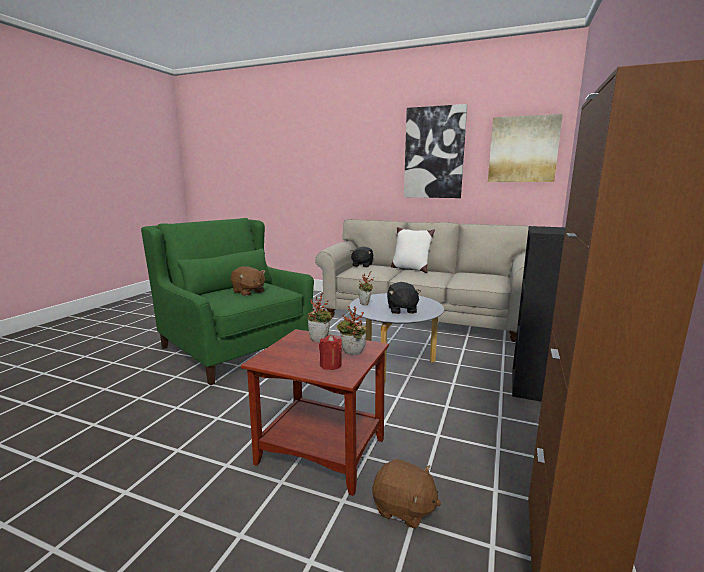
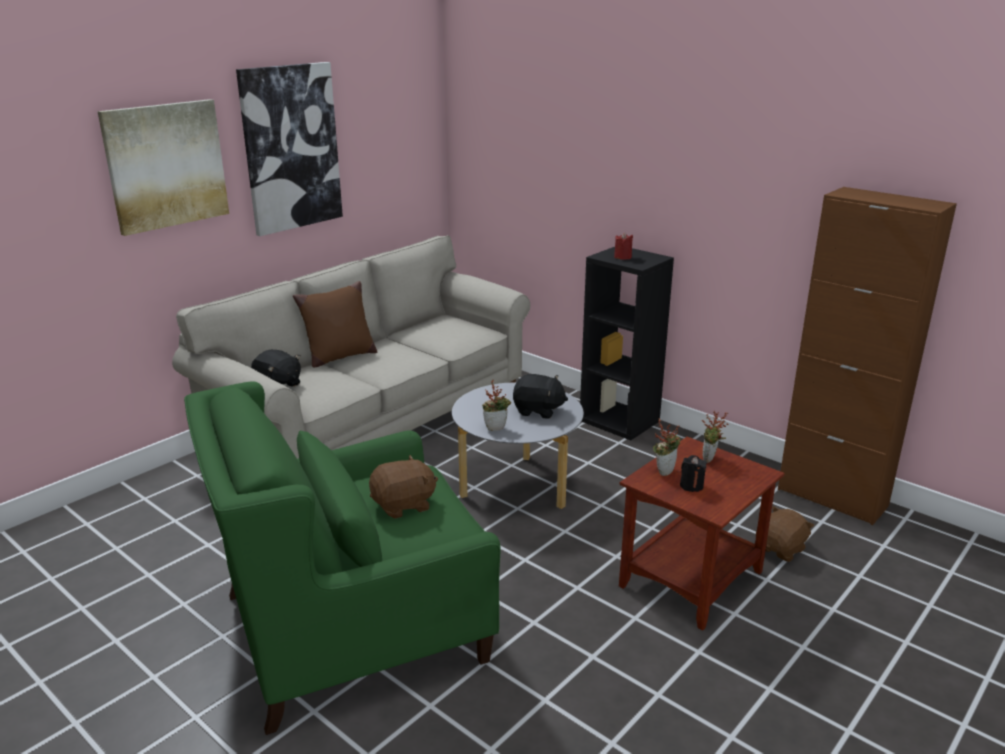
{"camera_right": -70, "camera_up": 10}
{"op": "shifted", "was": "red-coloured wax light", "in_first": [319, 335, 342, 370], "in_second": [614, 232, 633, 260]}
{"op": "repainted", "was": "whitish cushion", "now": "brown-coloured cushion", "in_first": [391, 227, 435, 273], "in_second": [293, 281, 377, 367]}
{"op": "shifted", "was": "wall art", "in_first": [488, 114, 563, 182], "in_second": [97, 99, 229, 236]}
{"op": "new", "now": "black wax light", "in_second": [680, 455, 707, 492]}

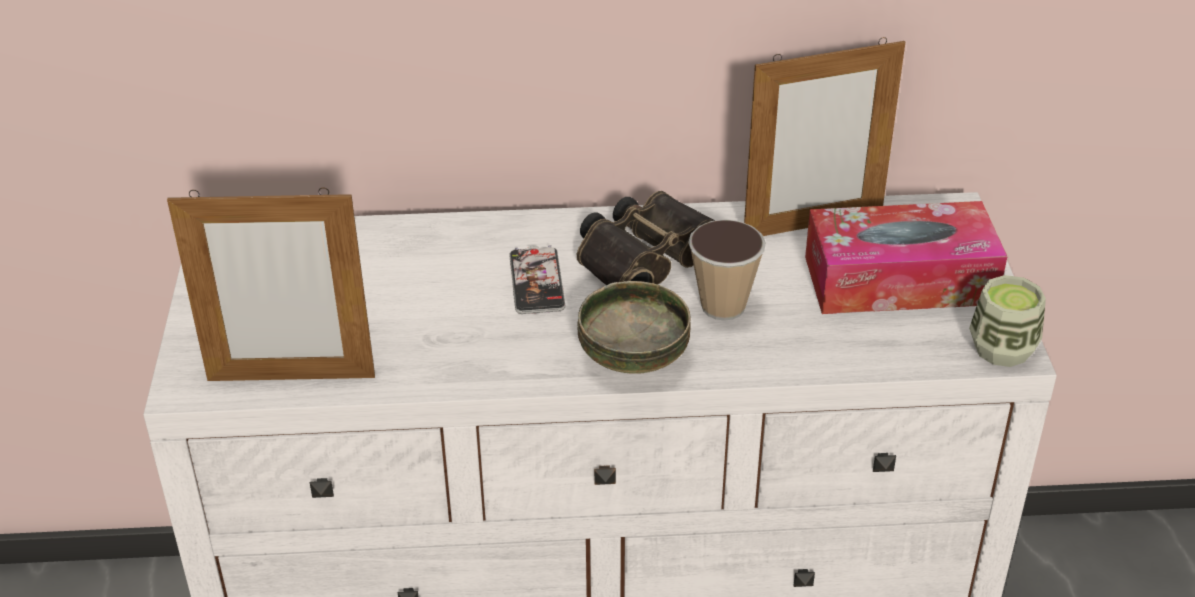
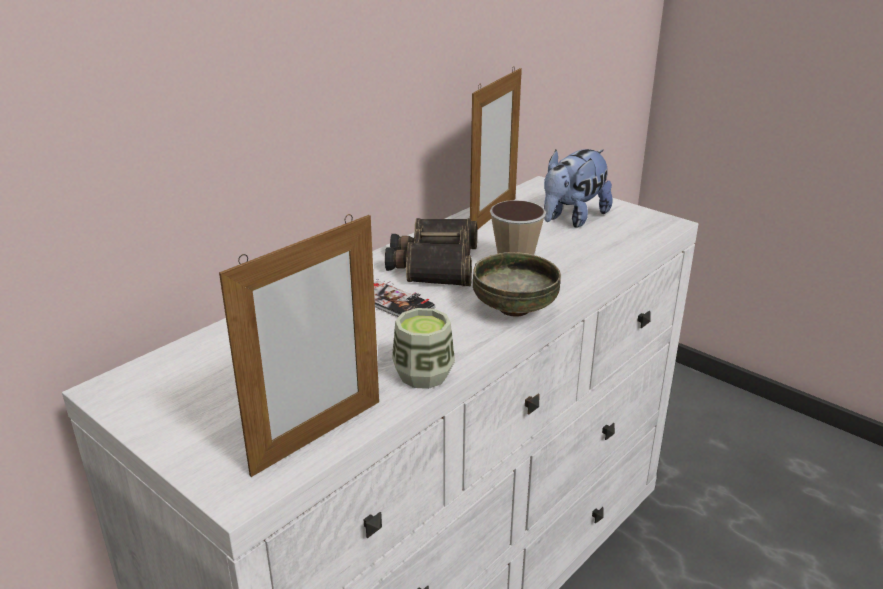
{"camera_right": -45, "camera_up": -10}
{"op": "swapped", "was": "tissue holder", "now": "soft toy", "in_first": [805, 201, 1008, 314], "in_second": [544, 149, 612, 228]}
{"op": "shifted", "was": "drinking cup", "in_first": [969, 275, 1046, 367], "in_second": [392, 308, 455, 389]}

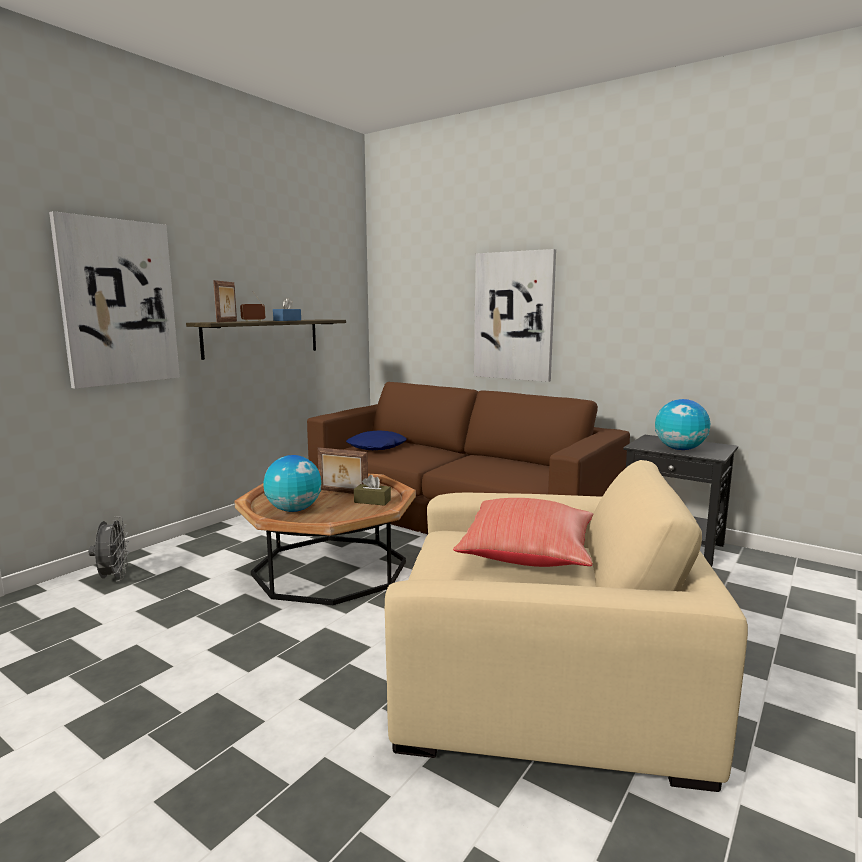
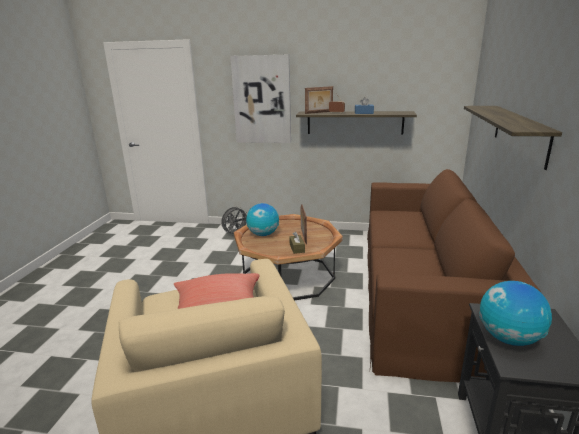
{"camera_right": 65, "camera_up": 10}
{"op": "gone", "was": "blue-coloured cushion", "in_first": [346, 430, 407, 450]}
{"op": "swapped", "was": "wall art", "now": "shelf", "in_first": [474, 249, 556, 382], "in_second": [464, 106, 562, 170]}

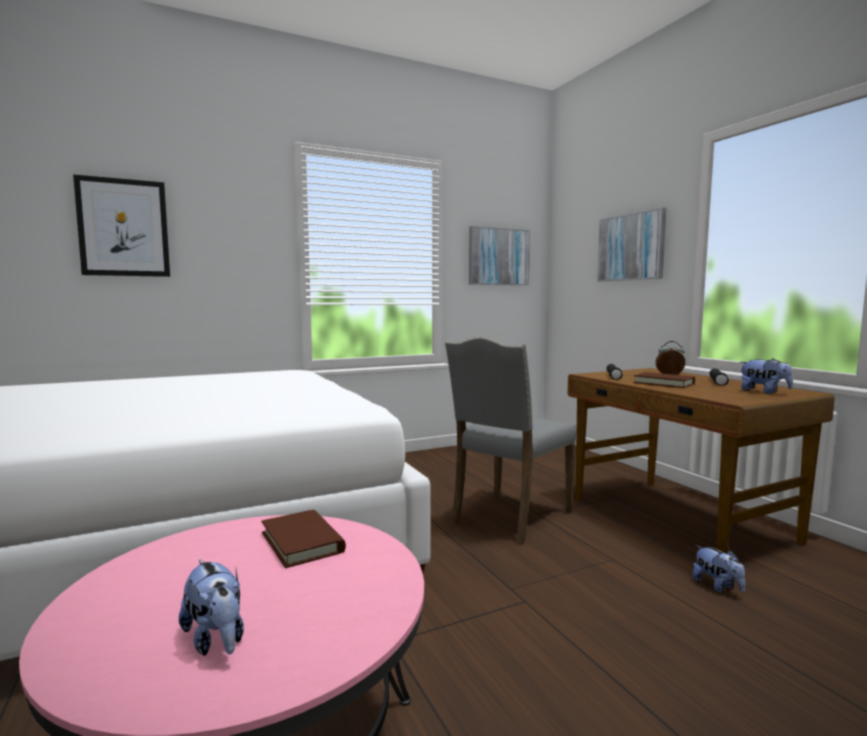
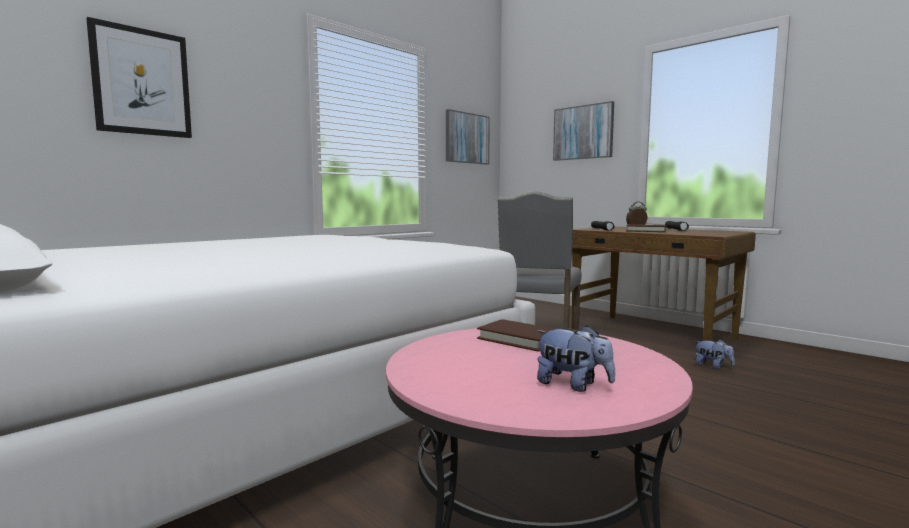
{"camera_right": -20, "camera_up": 0}
{"op": "gone", "was": "soft toy", "in_first": [740, 358, 793, 394]}

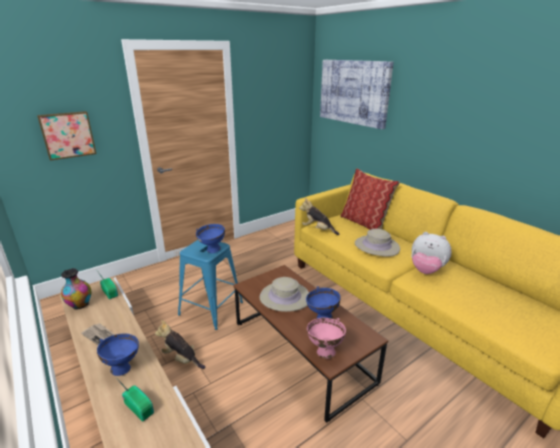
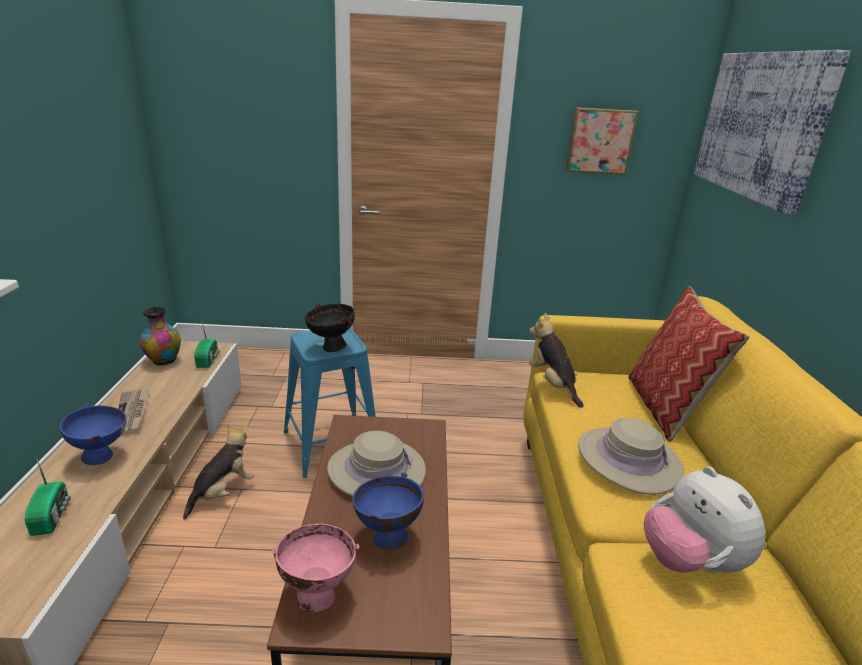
{"camera_right": 35, "camera_up": 0}
{"op": "shifted", "was": "wall art", "in_first": [37, 111, 97, 161], "in_second": [566, 107, 639, 175]}
{"op": "rotated", "was": "soft toy", "in_first": [155, 320, 206, 369], "in_second": [183, 424, 254, 520], "clockwise": 60}
{"op": "repainted", "was": "blue-coloured serving bowl", "now": "black serving bowl", "in_first": [196, 224, 225, 253], "in_second": [304, 304, 355, 352]}

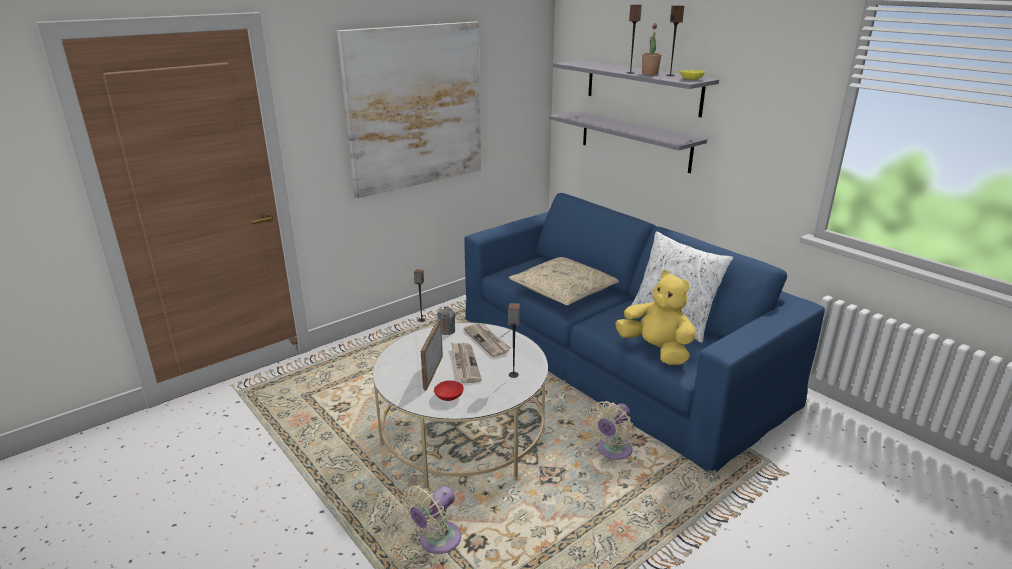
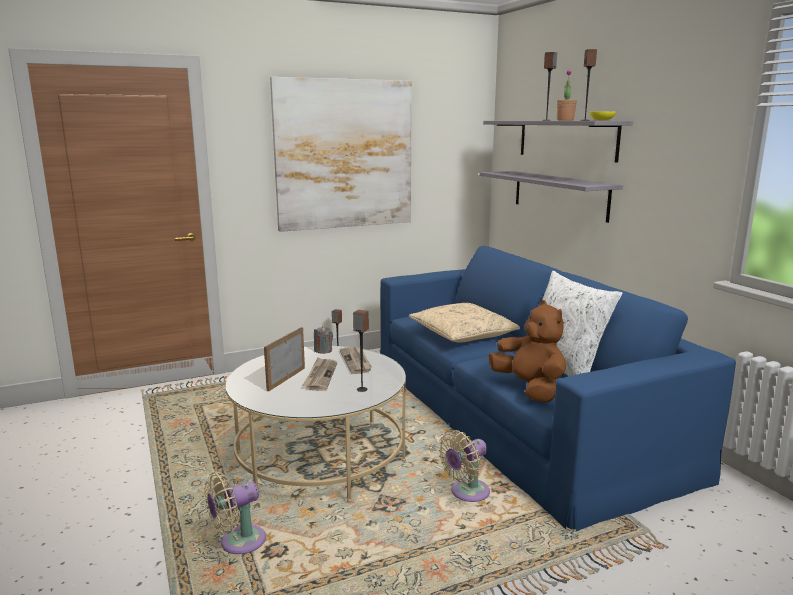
{"camera_right": 15, "camera_up": -10}
{"op": "gone", "was": "red-coloured serving bowl", "in_first": [434, 380, 464, 401]}
{"op": "repainted", "was": "yellow soft toy", "now": "brown-coloured soft toy", "in_first": [615, 270, 696, 365], "in_second": [488, 300, 566, 402]}

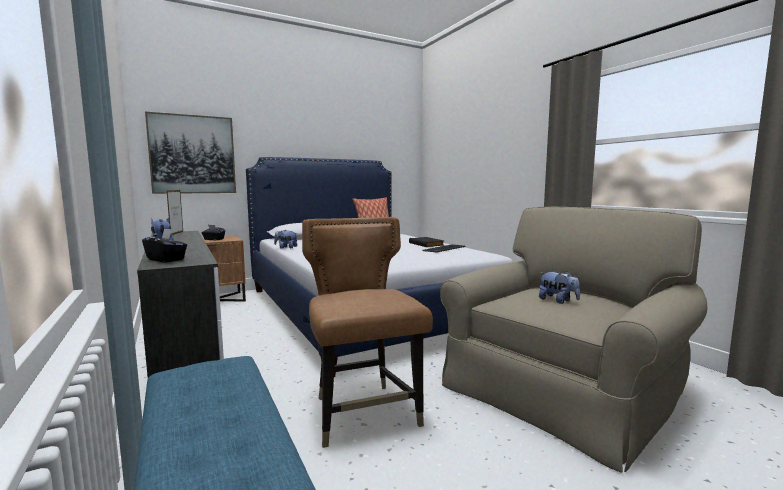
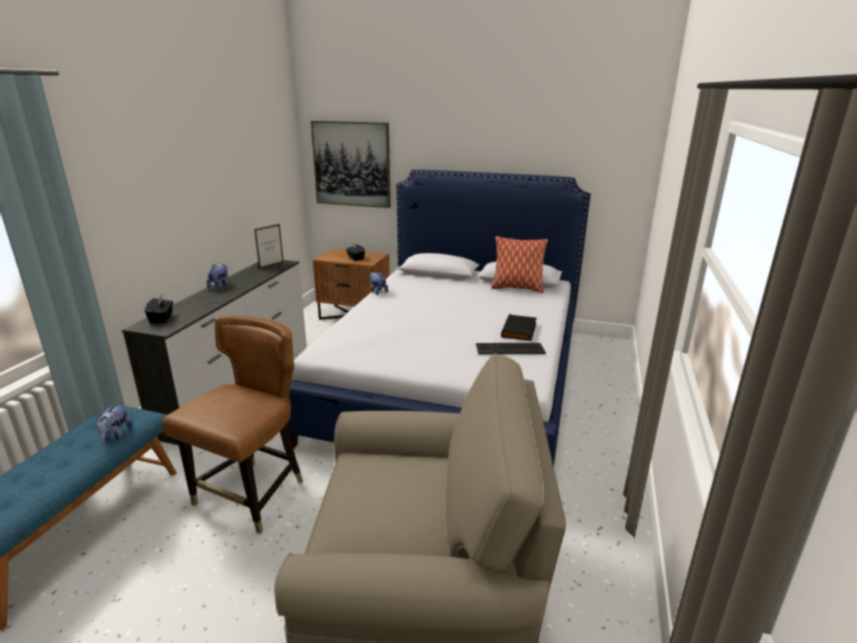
{"camera_right": 45, "camera_up": 15}
{"op": "shifted", "was": "soft toy", "in_first": [539, 271, 580, 304], "in_second": [97, 403, 133, 443]}

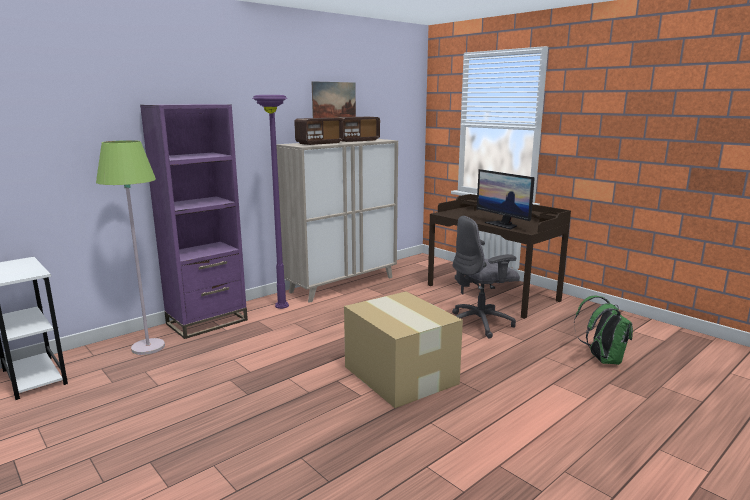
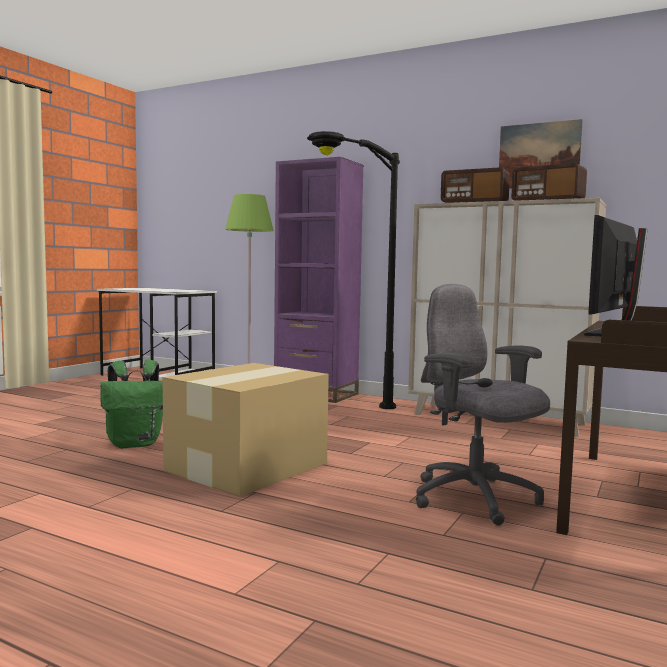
{"camera_right": 70, "camera_up": -10}
{"op": "repainted", "was": "purple-coloured standing lamp", "now": "black standing lamp", "in_first": [252, 95, 289, 309], "in_second": [307, 131, 400, 409]}
{"op": "shifted", "was": "greenish knapsack", "in_first": [574, 296, 633, 365], "in_second": [100, 360, 163, 448]}

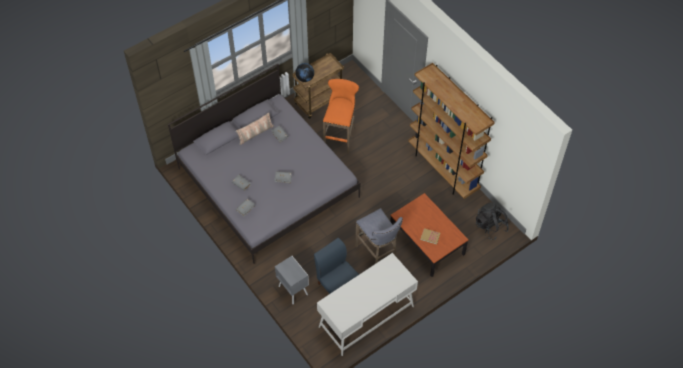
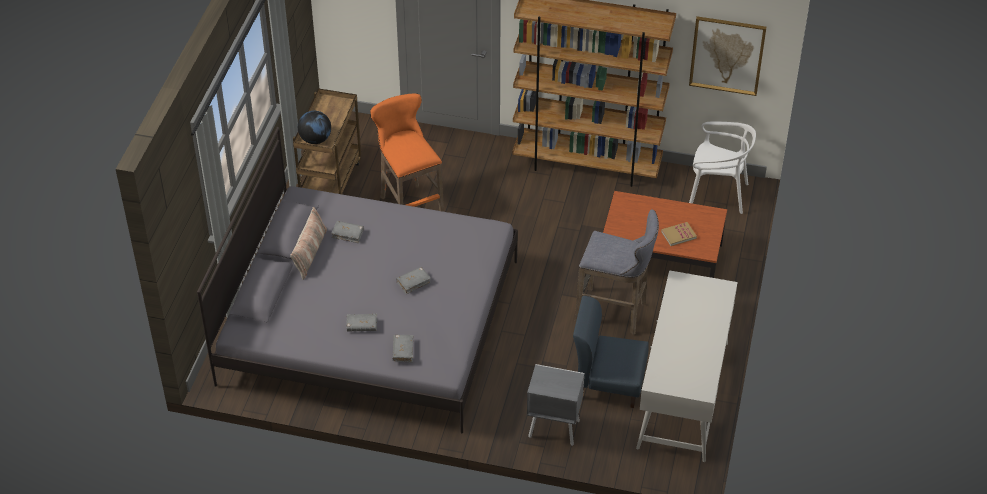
{"camera_right": -40, "camera_up": -10}
{"op": "swapped", "was": "black knapsack", "now": "whitish upright chair", "in_first": [476, 202, 509, 240], "in_second": [689, 121, 756, 214]}
{"op": "new", "now": "wall art", "in_second": [689, 16, 766, 96]}

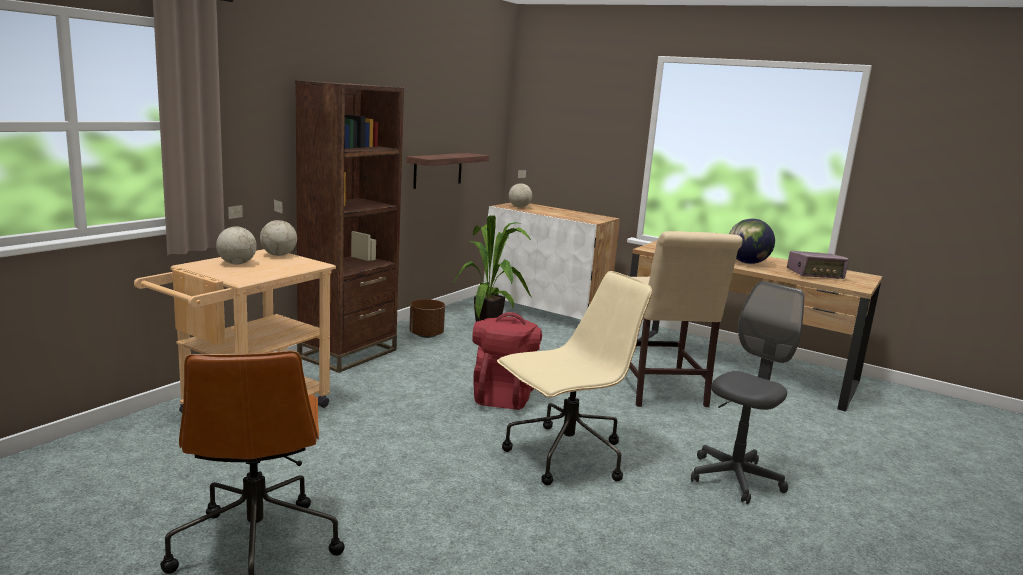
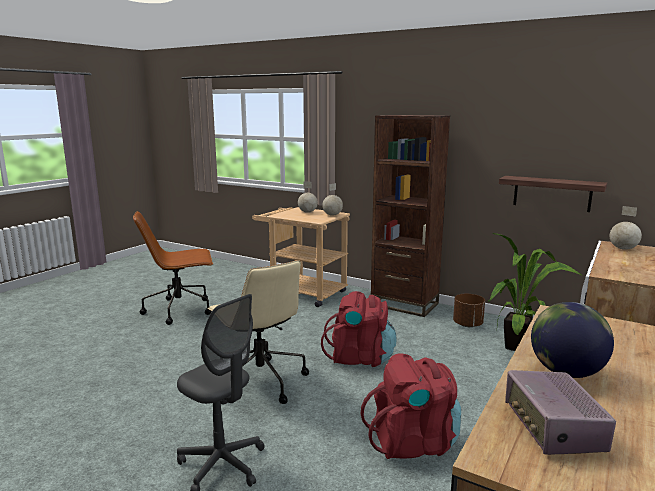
{"camera_right": 90, "camera_up": 0}
{"op": "swapped", "was": "beige upright chair", "now": "red-coloured knapsack", "in_first": [629, 231, 743, 407], "in_second": [360, 353, 461, 459]}

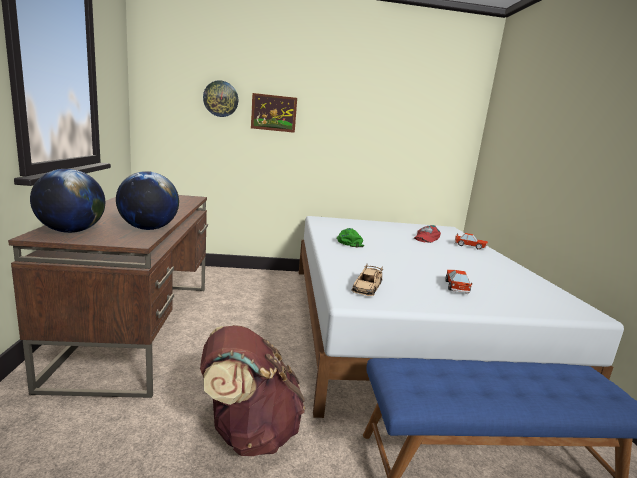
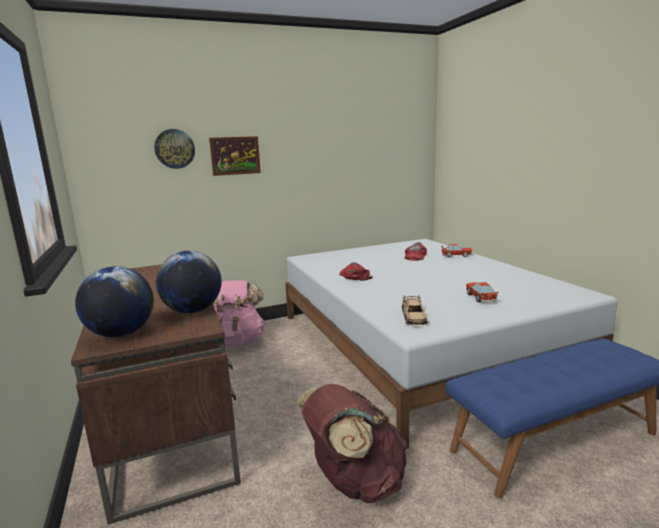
{"camera_right": -15, "camera_up": 0}
{"op": "repainted", "was": "greenish peaked cap", "now": "red-coloured peaked cap", "in_first": [336, 228, 364, 247], "in_second": [339, 262, 373, 281]}
{"op": "new", "now": "pink-coloured knapsack", "in_second": [212, 281, 265, 347]}

